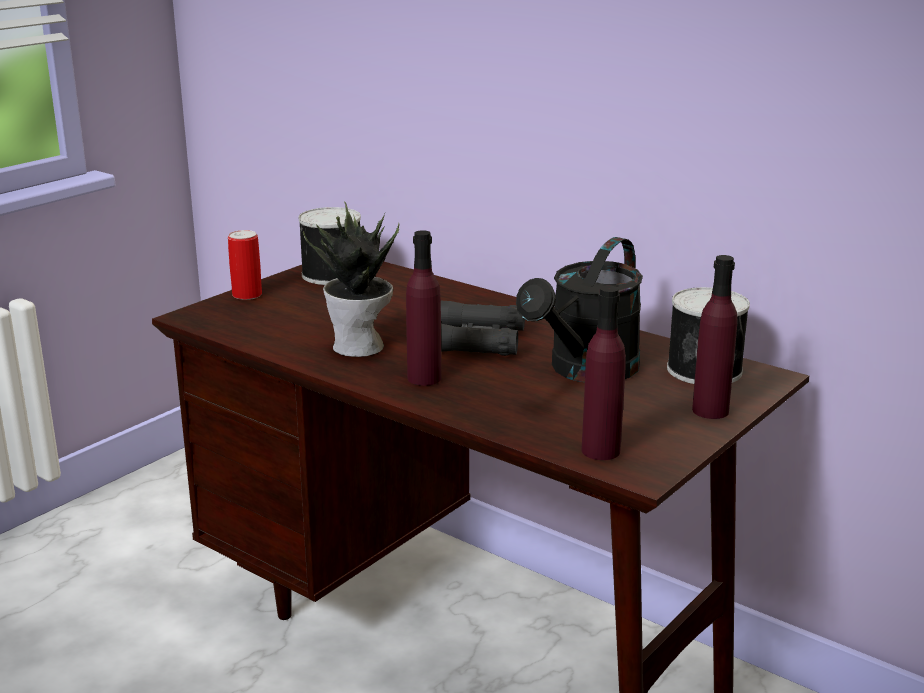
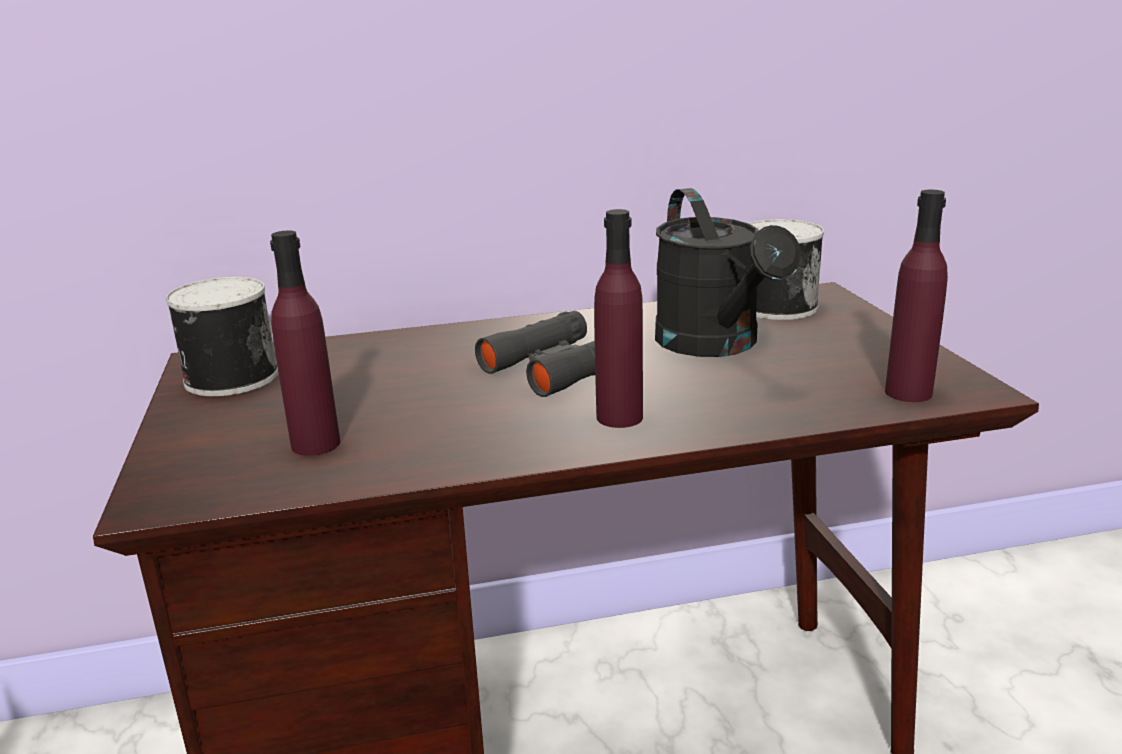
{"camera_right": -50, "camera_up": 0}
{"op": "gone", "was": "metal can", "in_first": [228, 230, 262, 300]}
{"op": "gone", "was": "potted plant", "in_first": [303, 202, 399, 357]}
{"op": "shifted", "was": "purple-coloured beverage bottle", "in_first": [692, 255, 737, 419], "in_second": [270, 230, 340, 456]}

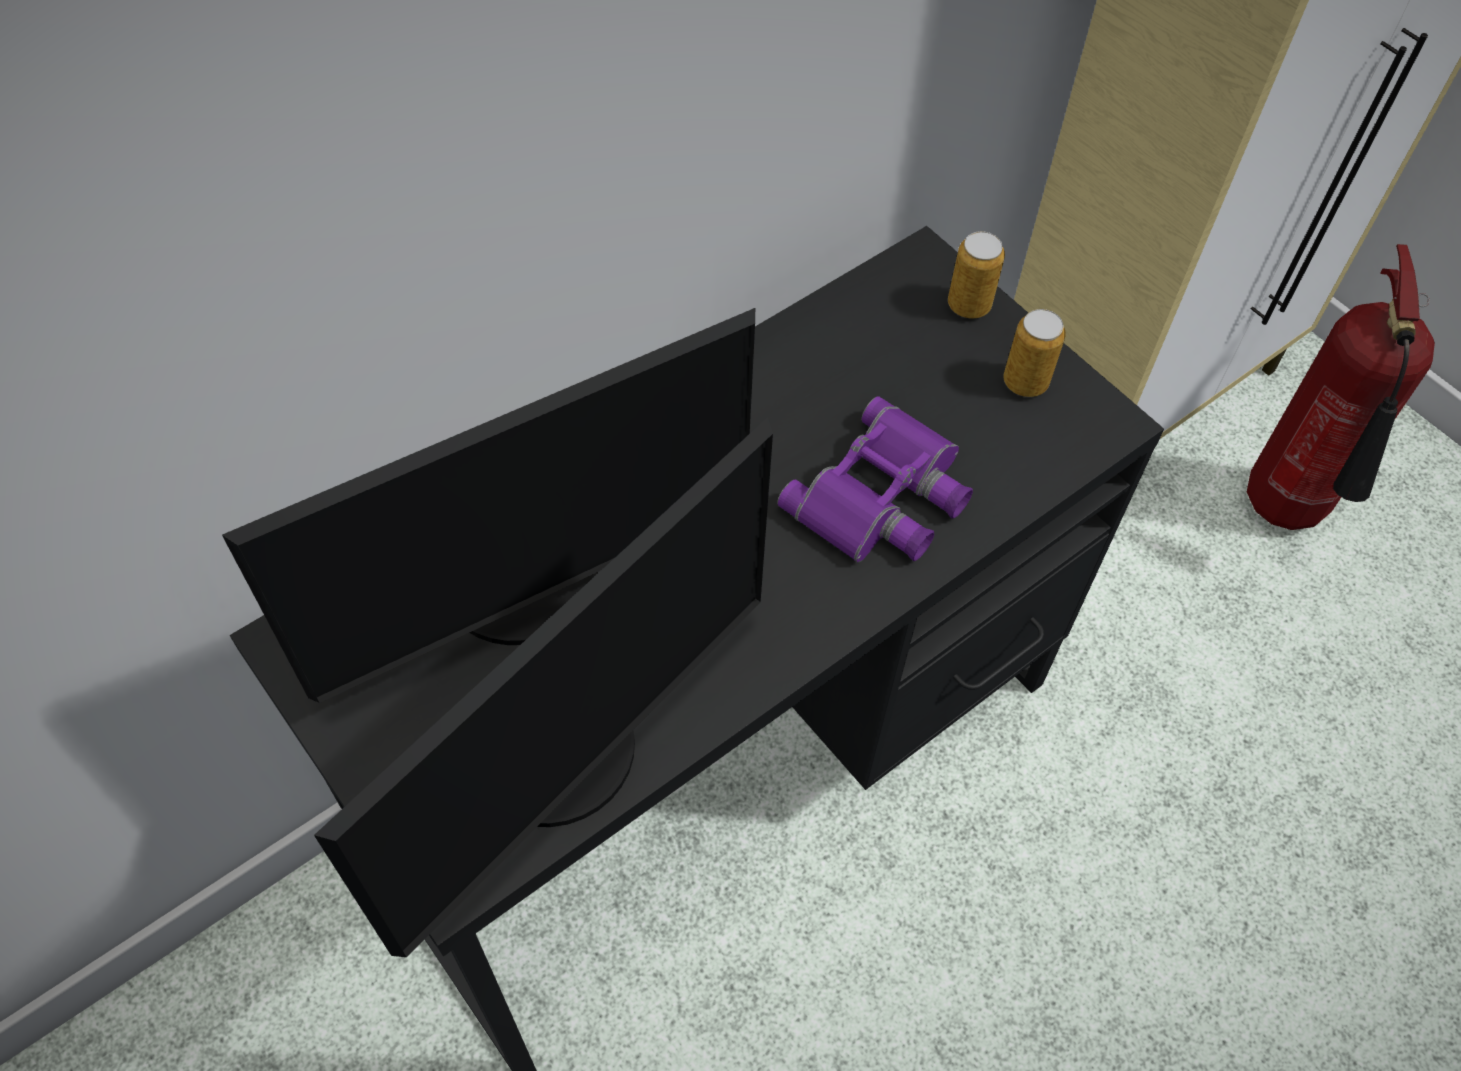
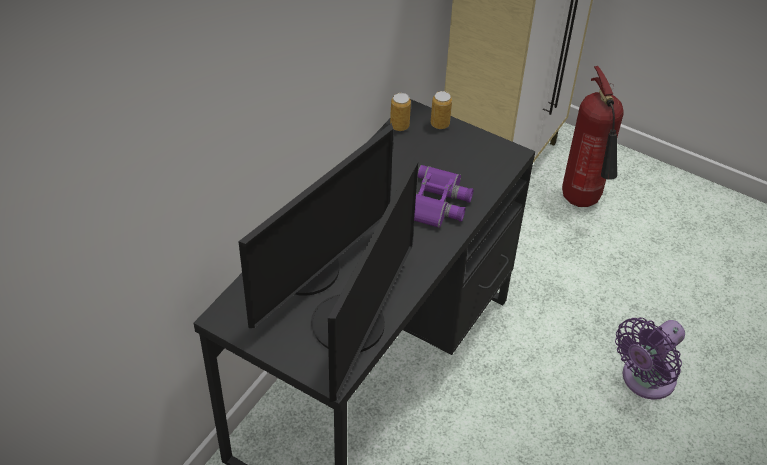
{"camera_right": -20, "camera_up": -10}
{"op": "shifted", "was": "metal can", "in_first": [1003, 309, 1066, 397], "in_second": [390, 93, 411, 131]}
{"op": "new", "now": "purple-coloured fan", "in_second": [615, 318, 685, 400]}

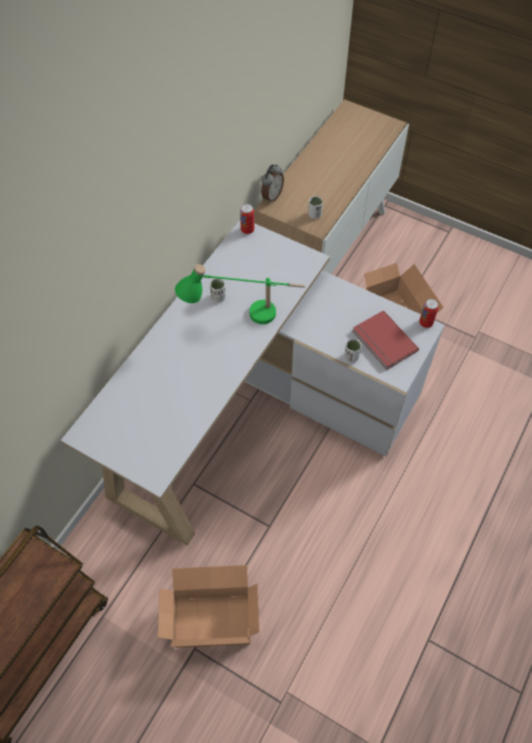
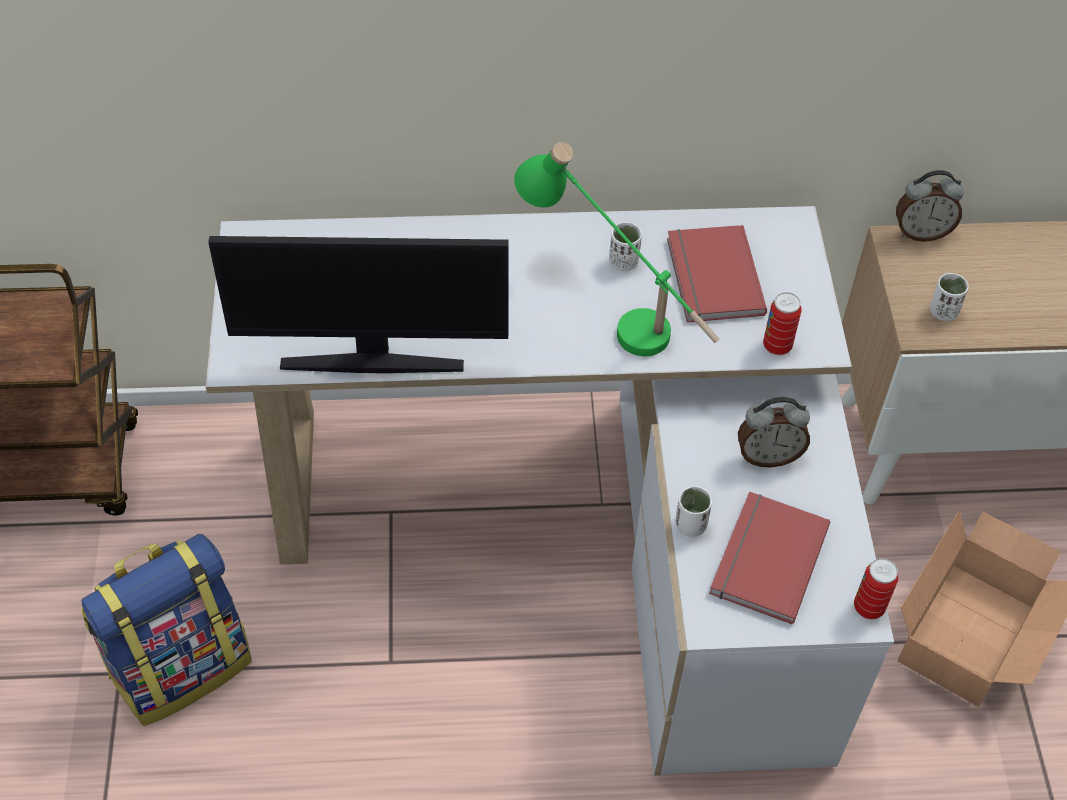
{"camera_right": 55, "camera_up": -5}
{"op": "swapped", "was": "cardboard box", "now": "knapsack", "in_first": [158, 565, 260, 648], "in_second": [81, 534, 252, 726]}
{"op": "shifted", "was": "metal can", "in_first": [240, 204, 254, 234], "in_second": [763, 292, 802, 355]}
{"op": "new", "now": "computer screen", "in_second": [208, 236, 509, 373]}
{"op": "new", "now": "red-coloured volume", "in_second": [667, 225, 767, 322]}
{"op": "new", "now": "bedside clock", "in_second": [738, 397, 810, 467]}

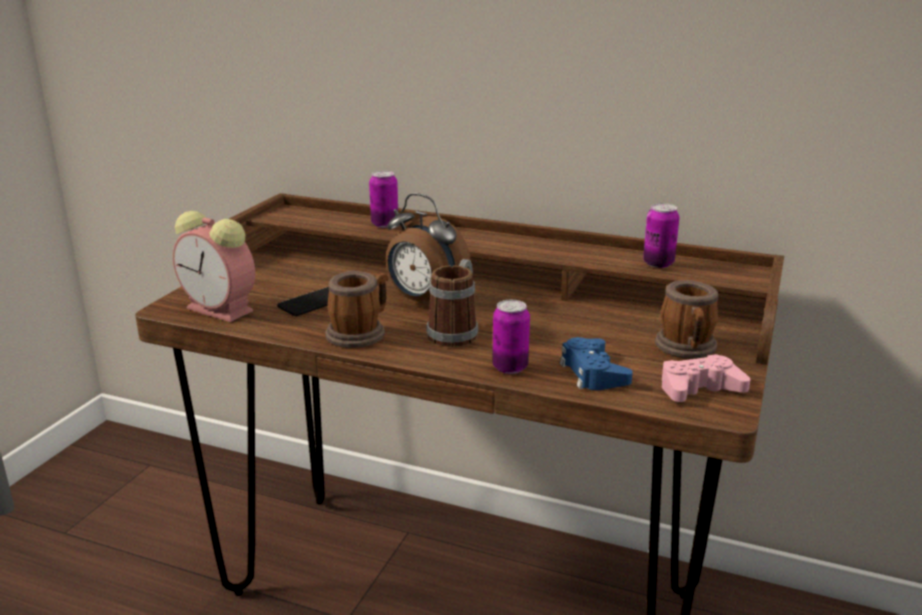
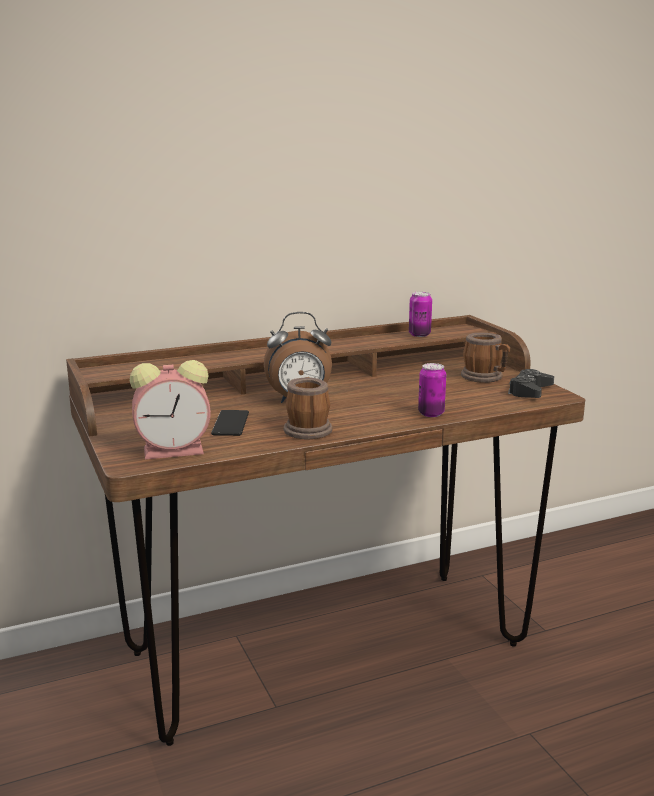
{"camera_right": -45, "camera_up": -5}
{"op": "gone", "was": "metal can", "in_first": [369, 171, 398, 228]}
{"op": "gone", "was": "tea mug", "in_first": [426, 259, 478, 347]}
{"op": "gone", "was": "blue-coloured game controller", "in_first": [560, 337, 633, 390]}
{"op": "repainted", "was": "pink-coloured game controller", "now": "black game controller", "in_first": [662, 354, 751, 402], "in_second": [508, 369, 554, 398]}

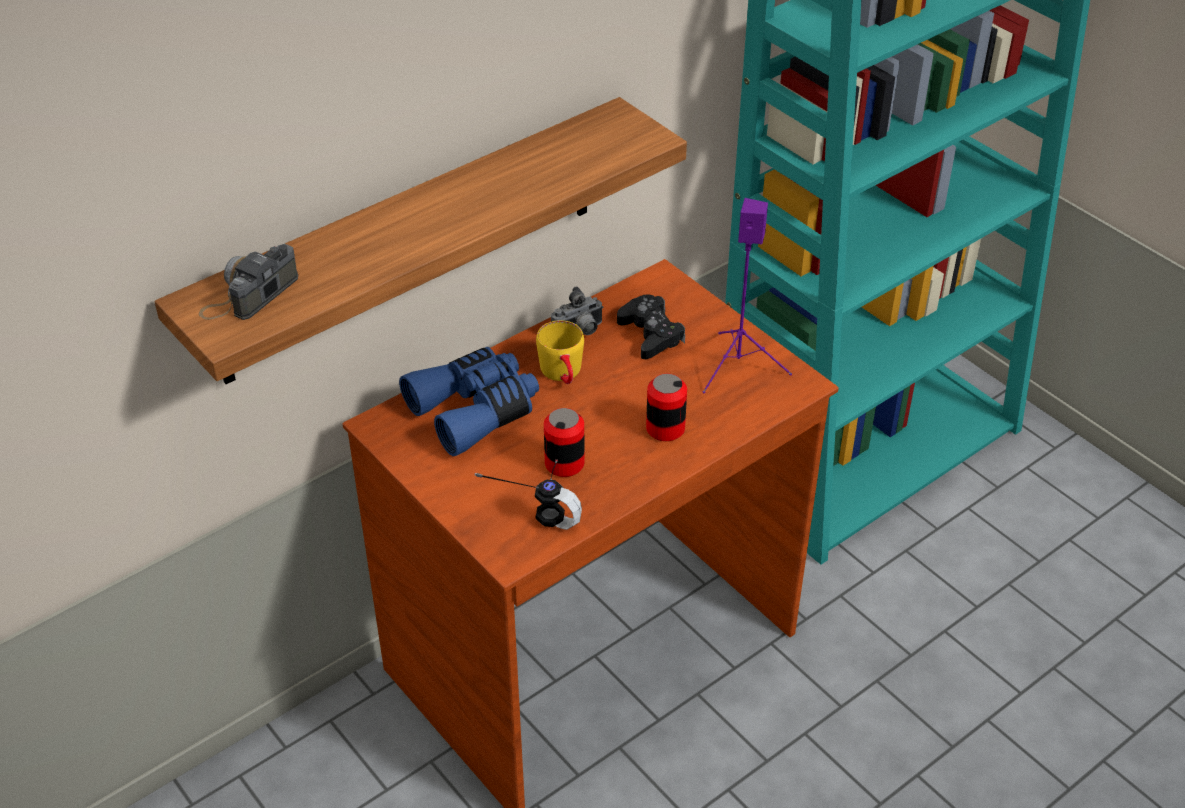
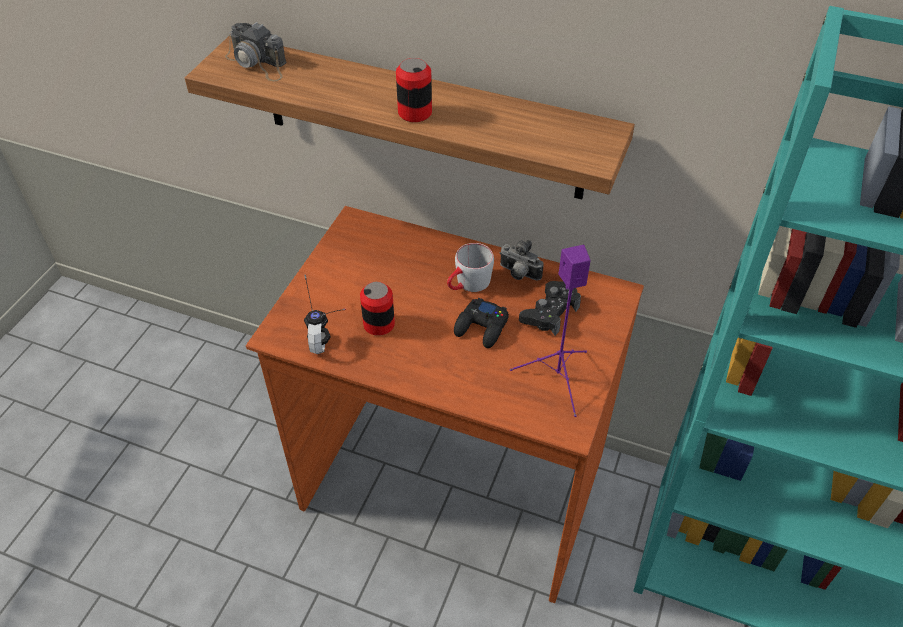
{"camera_right": 60, "camera_up": 5}
{"op": "rotated", "was": "photo camera", "in_first": [199, 244, 298, 320], "in_second": [225, 22, 286, 81], "clockwise": -150}
{"op": "gone", "was": "blue-coloured binoculars", "in_first": [399, 347, 539, 456]}
{"op": "repainted", "was": "yellow tea mug", "now": "grey tea mug", "in_first": [536, 320, 584, 384], "in_second": [447, 243, 494, 292]}
{"op": "shifted", "was": "metal can", "in_first": [646, 373, 687, 441], "in_second": [396, 58, 432, 122]}
{"op": "new", "now": "black game controller", "in_second": [454, 298, 509, 348]}

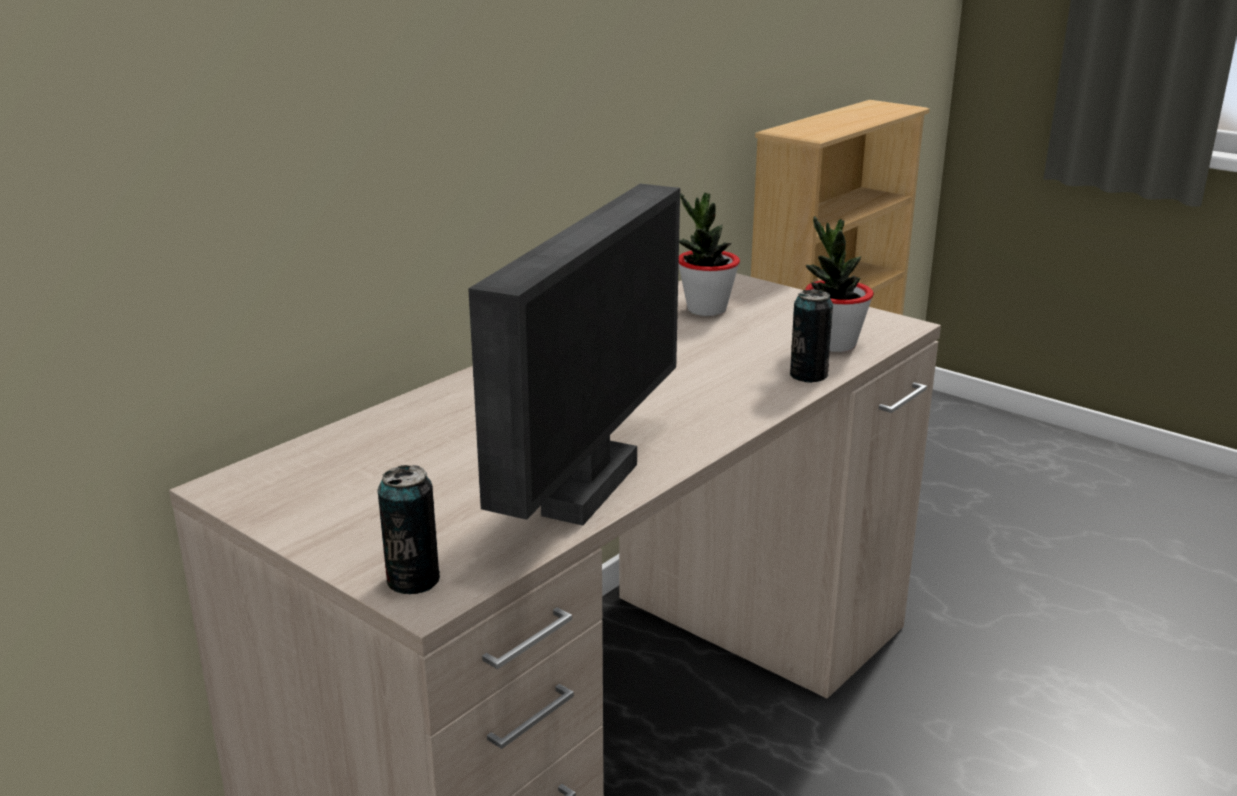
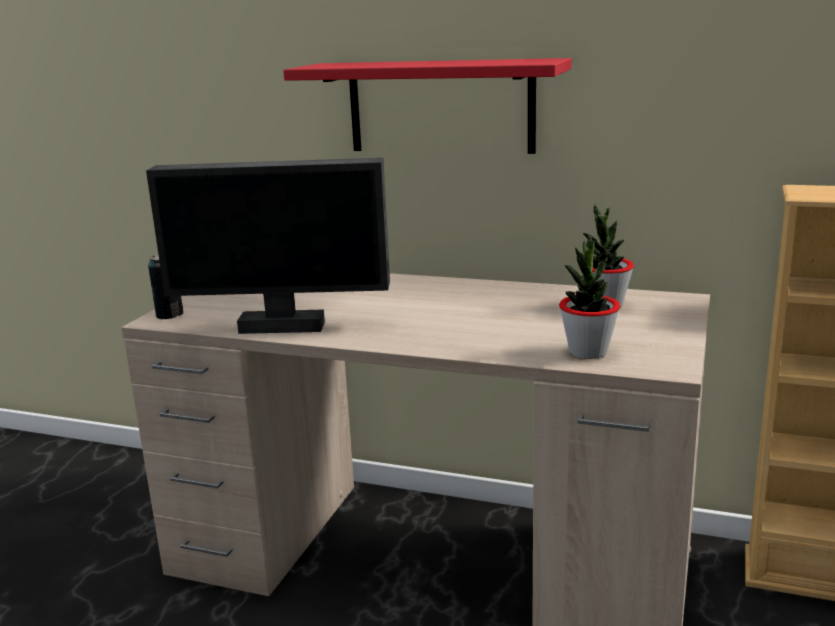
{"camera_right": 70, "camera_up": -5}
{"op": "gone", "was": "metal can", "in_first": [790, 290, 833, 383]}
{"op": "new", "now": "red-coloured shelf", "in_second": [283, 58, 571, 154]}

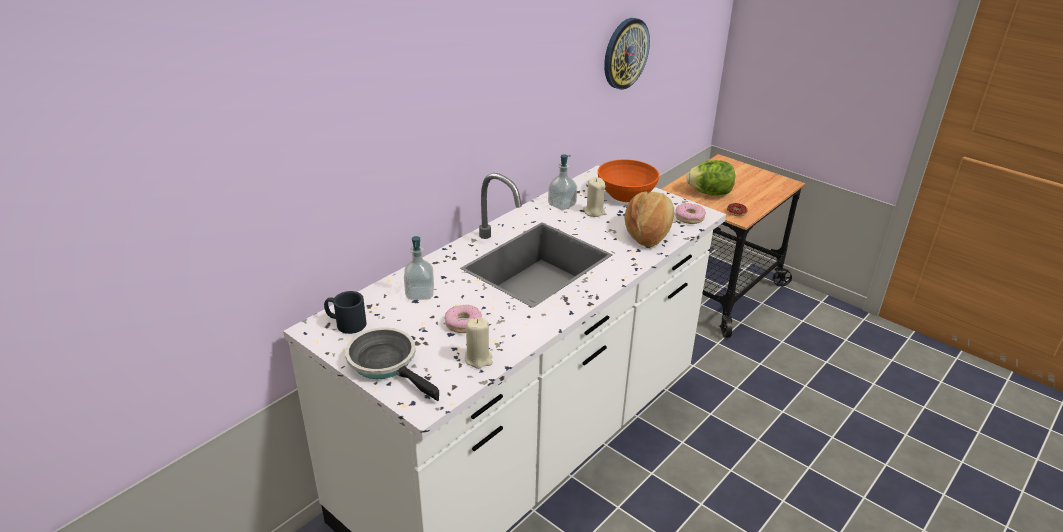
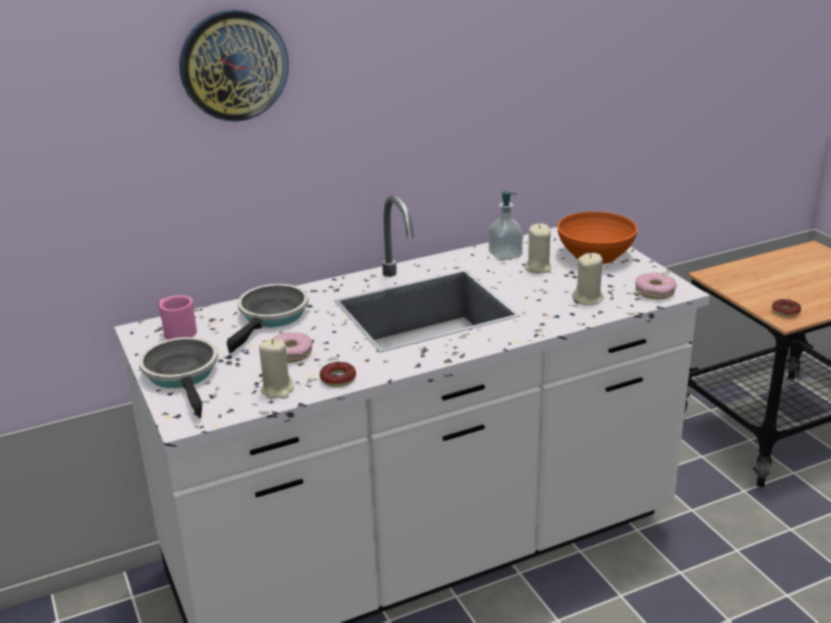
{"camera_right": 25, "camera_up": -5}
{"op": "repainted", "was": "black tea mug", "now": "pink-coloured tea mug", "in_first": [324, 291, 366, 334], "in_second": [158, 295, 197, 340]}
{"op": "swapped", "was": "liquid soap bottle", "now": "pan", "in_first": [404, 236, 434, 300], "in_second": [227, 284, 309, 354]}
{"op": "shifted", "was": "wall clock", "in_first": [604, 18, 650, 90], "in_second": [179, 9, 289, 122]}
{"op": "swapped", "was": "baked bread", "now": "beige wax light", "in_first": [625, 191, 674, 247], "in_second": [572, 253, 604, 305]}
{"op": "gone", "was": "lettuce", "in_first": [686, 160, 735, 196]}
{"op": "new", "now": "doughnut", "in_second": [320, 362, 356, 387]}

